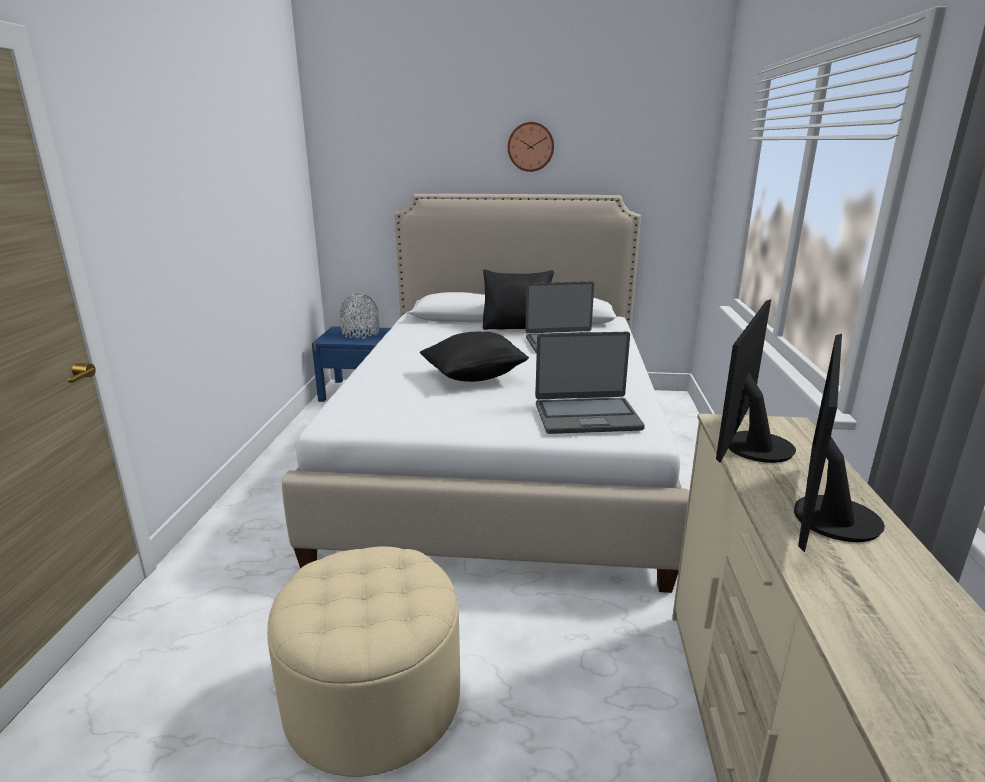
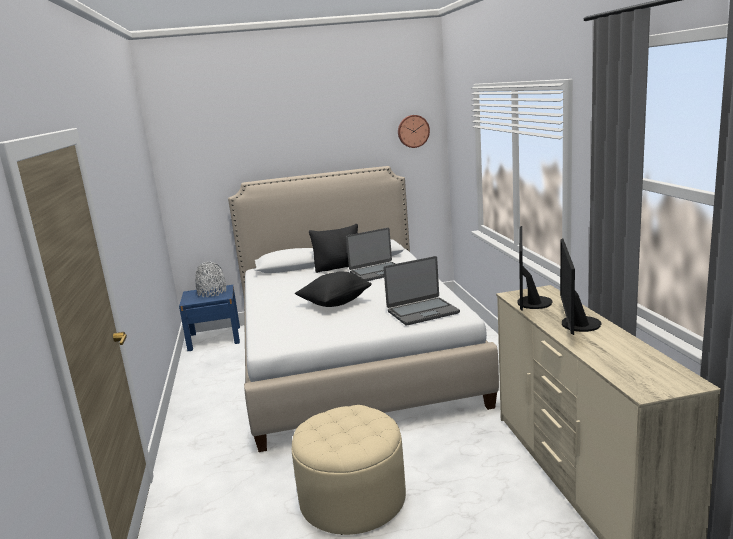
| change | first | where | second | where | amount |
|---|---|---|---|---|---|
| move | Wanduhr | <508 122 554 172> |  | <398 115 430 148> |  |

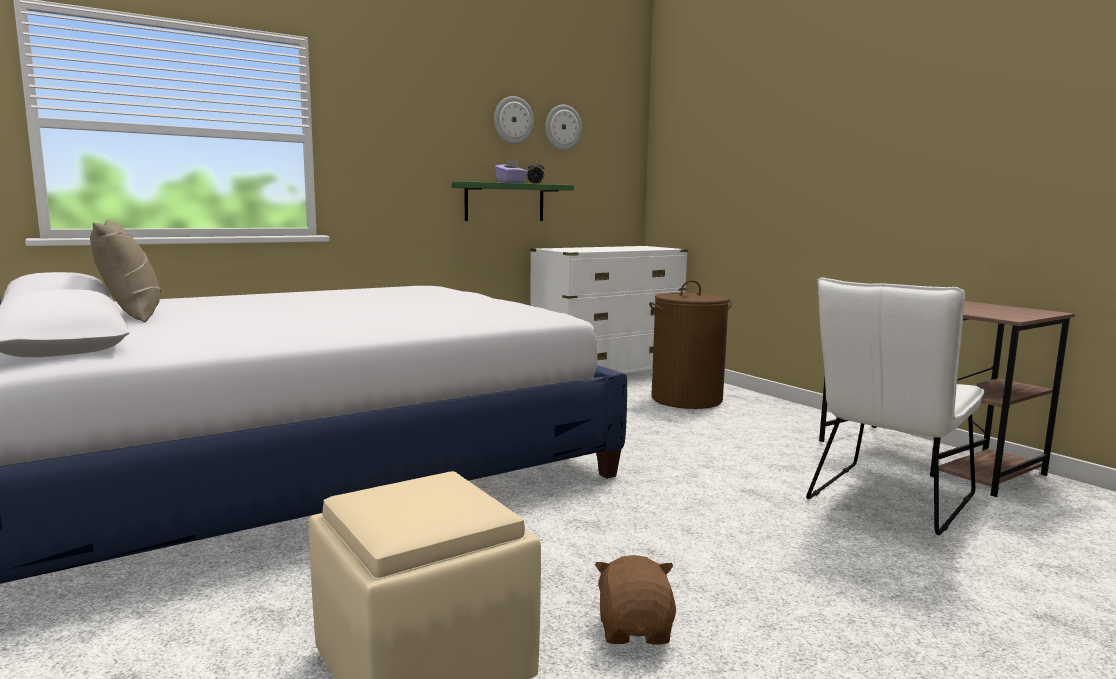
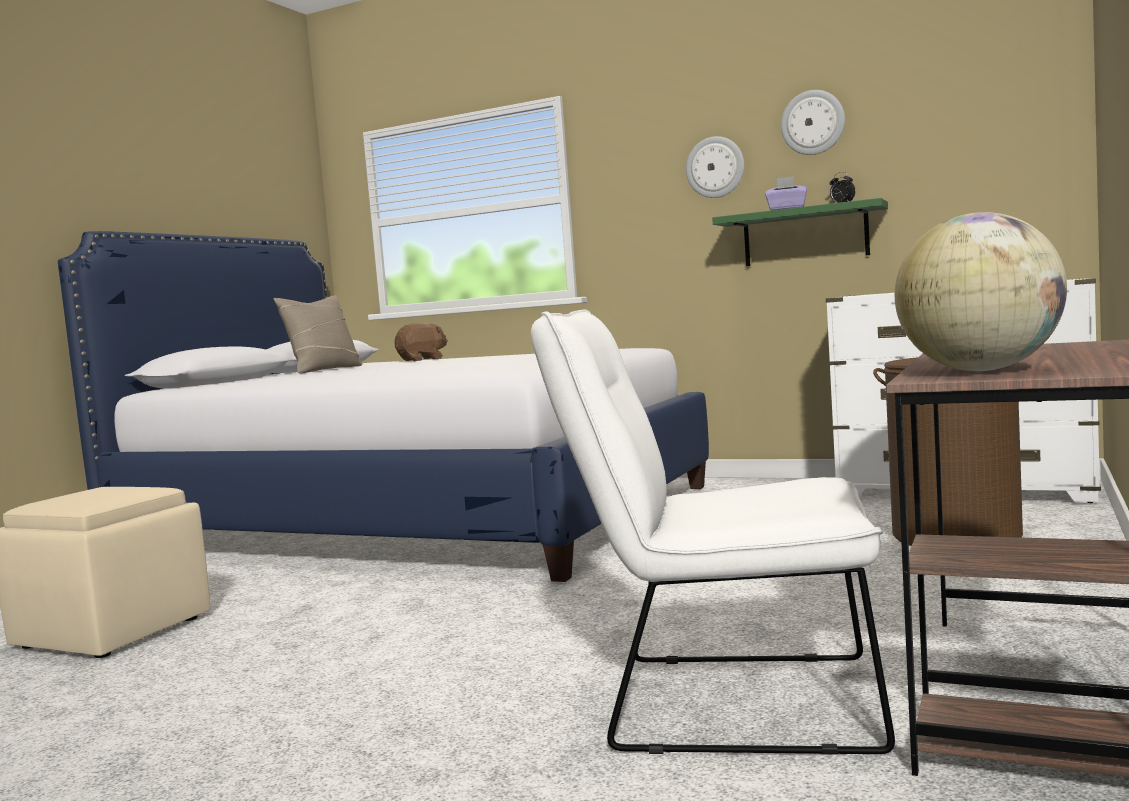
| change | first | where | second | where | amount |
|---|---|---|---|---|---|
| insert |  |  | Globus | <895 212 1067 371> |  |
| move | Wanduhr | <545 105 582 150> |  | <686 136 744 198> |  |
| move | Plüschtier/braun | <595 555 676 645> |  | <394 323 448 361> |  |

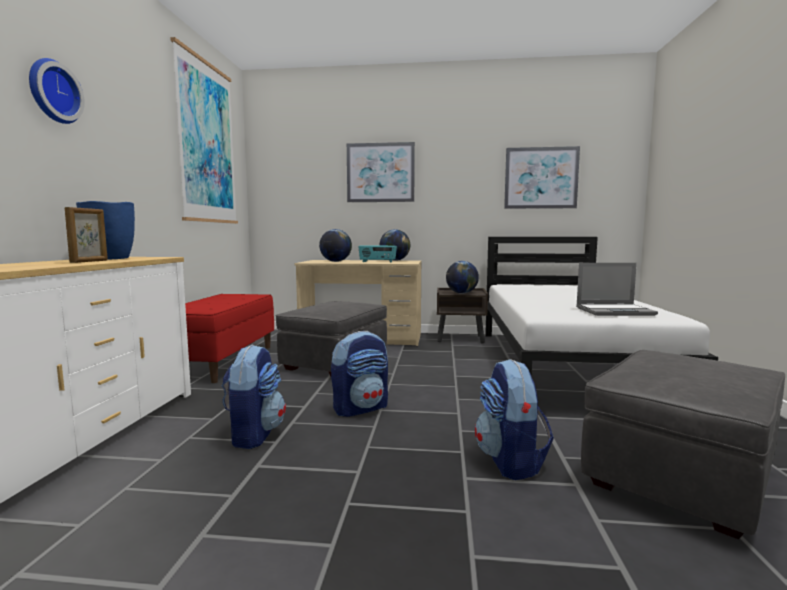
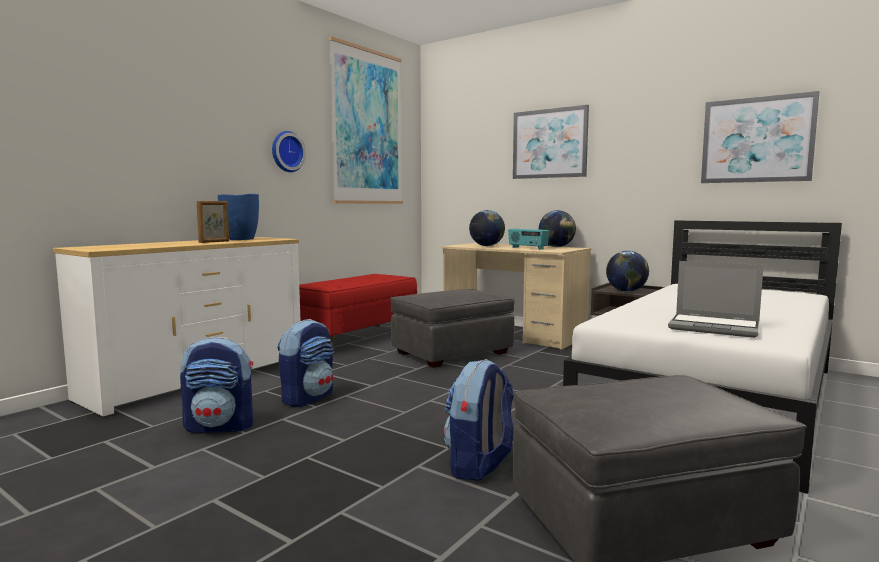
| change | first | where | second | where | amount |
|---|---|---|---|---|---|
| move | Wanduhr | <29 58 85 124> |  | <272 131 306 172> |  |
| move | Rucksack | <331 331 388 417> |  | <180 337 253 433> |  |

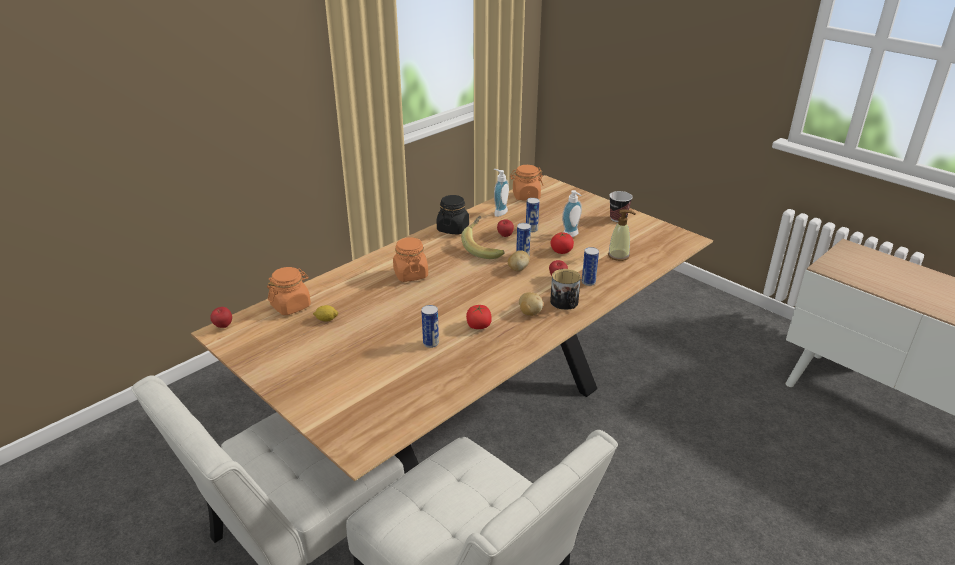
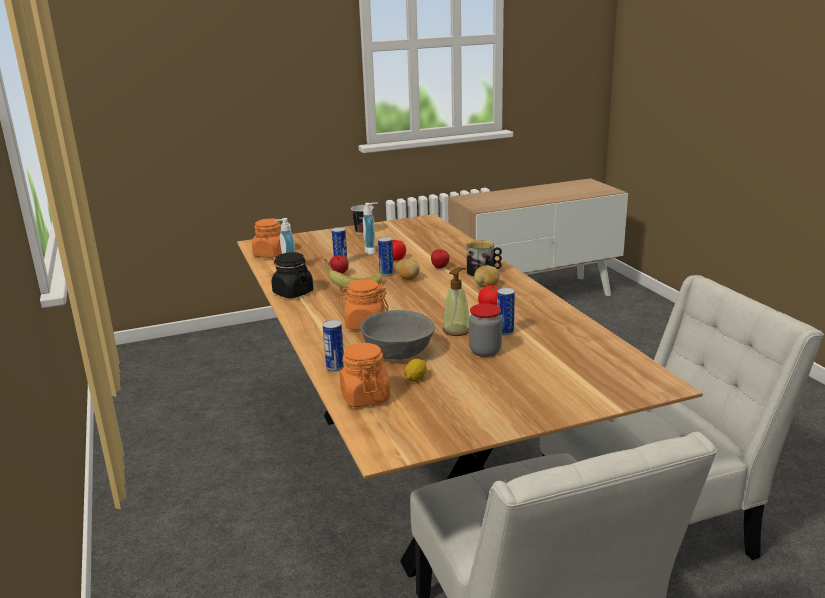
| change | first | where | second | where | amount |
|---|---|---|---|---|---|
| delete | Apfel | <210 307 232 328> |  |  |  |
| insert |  |  | Schüssel/grau | <360 310 435 359> |  |
| insert |  |  | Vorratsglas | <469 303 502 357> |  |
| move | Dose | <582 247 599 286> |  | <323 320 344 372> |  |
| move | Seifenspender | <608 209 636 261> |  | <443 267 469 336> |  |

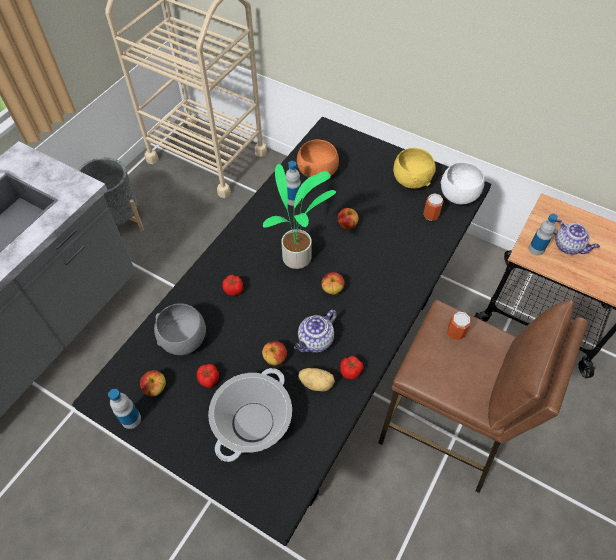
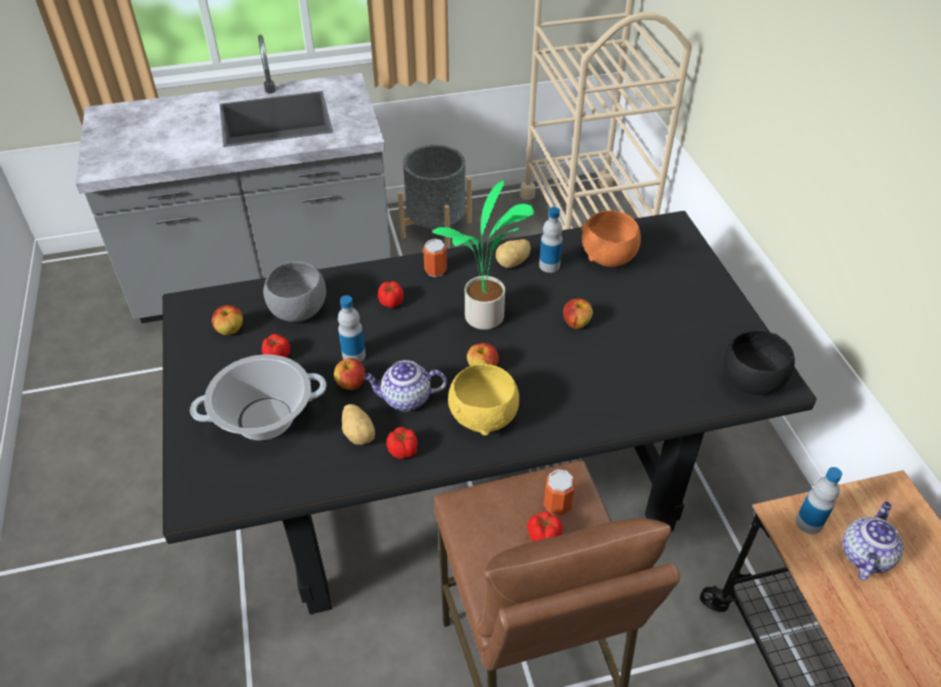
| change | first | where | second | where | amount |
|---|---|---|---|---|---|
| insert |  |  | Kartoffel | <496 239 531 268> |  |
| insert |  |  | Tomate | <527 511 562 542> |  |
| move | Flasche | <108 389 141 429> |  | <338 295 366 362> |  |
| move | Schüssel/gelb | <393 148 436 189> |  | <448 364 519 435> |  |
| move | Dose | <423 193 443 221> |  | <423 239 447 277> |  |
| recolor | Schüssel/weiß | <441 161 485 205> | Schüssel/schwarz | <723 330 795 395> |  |
| rotate | Teekanne | <553 219 600 255> |  | <842 501 903 580> | 150 degrees counterclockwise |

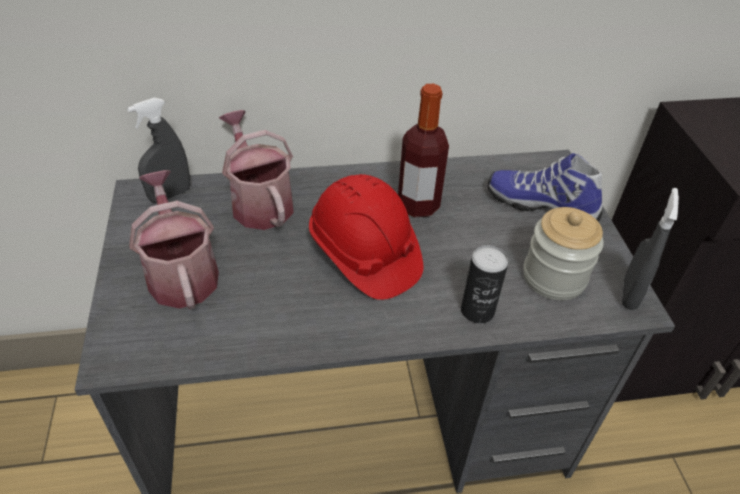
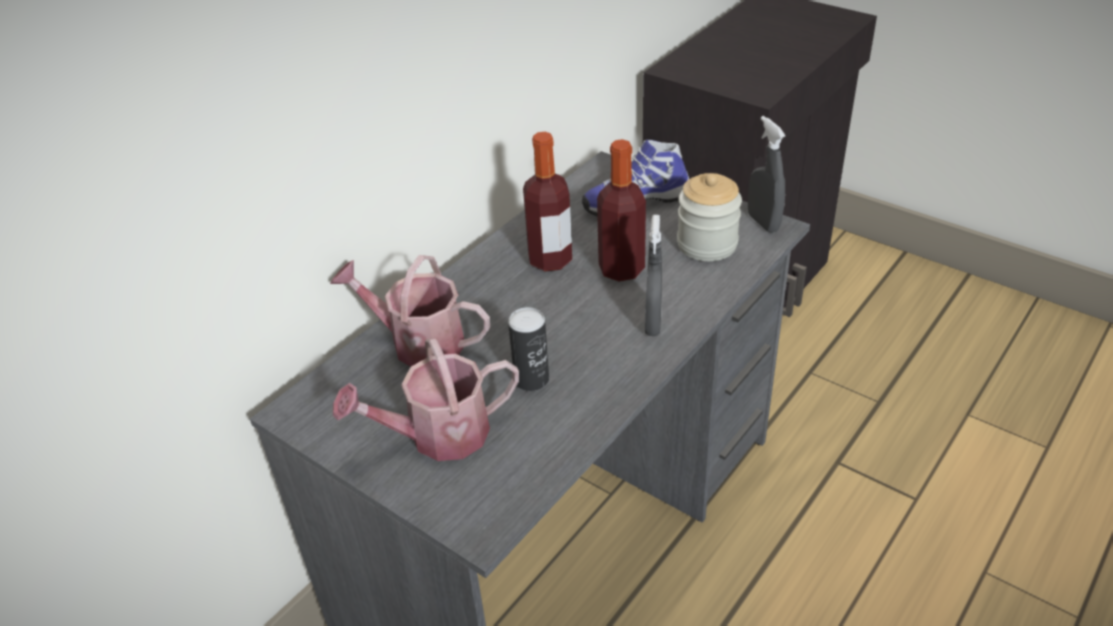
| change | first | where | second | where | amount |
|---|---|---|---|---|---|
| delete | Schutzhelm/rot | <309 174 423 300> |  |  |  |
| insert |  |  | Flasche | <597 139 646 281> |  |
| move | Sprühflasche/grau | <127 97 190 203> |  | <645 215 662 336> |  |
| move | Dose | <461 245 509 324> |  | <508 307 549 391> |  |
| rotate | Gießkanne | <129 170 219 310> |  | <333 338 519 461> | 45 degrees counterclockwise |

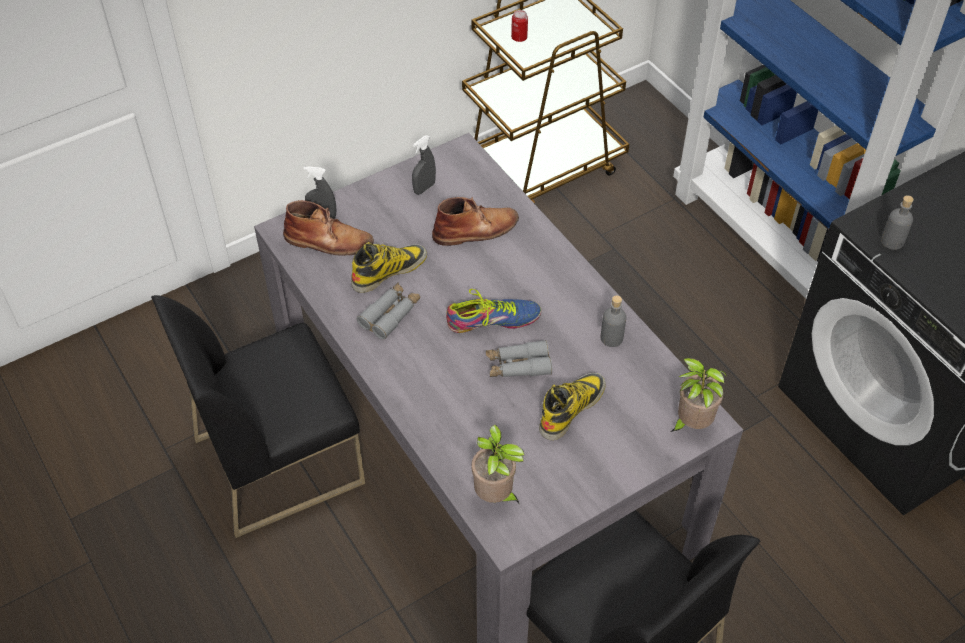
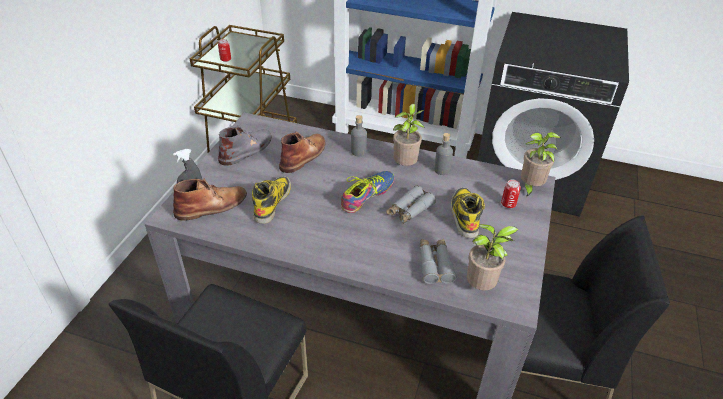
| change | first | where | second | where | amount |
|---|---|---|---|---|---|
| insert |  |  | Topfpflanze | <393 104 424 166> |  |
| insert |  |  | Dose | <501 180 521 208> |  |
| move | Fernglas/grau | <357 282 420 339> |  | <420 239 456 284> |  |
| move | Flasche/grau | <881 195 914 250> |  | <351 115 367 156> |  |
| replace | Sprühflasche/grau | <412 135 436 195> | Stiefel/grau | <218 125 272 166> |  |

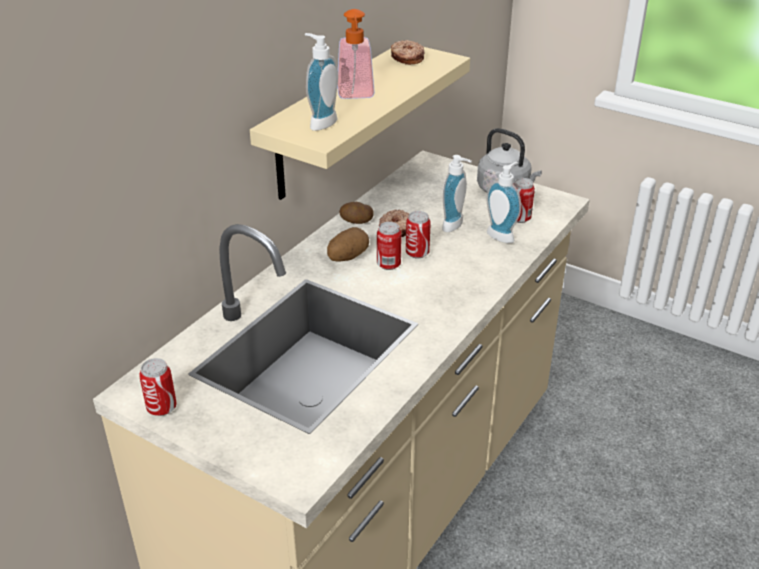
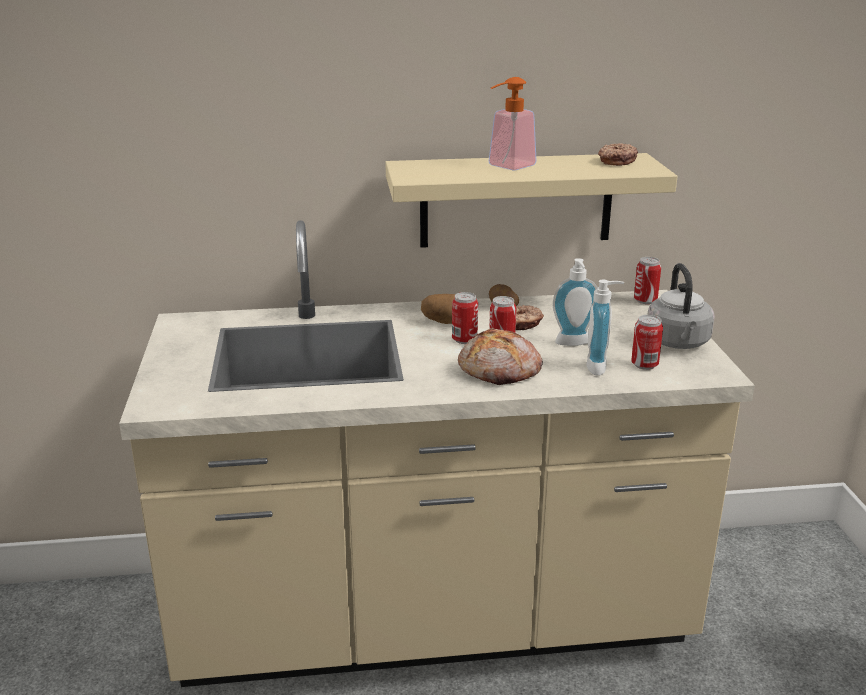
| change | first | where | second | where | amount |
|---|---|---|---|---|---|
| delete | Seifenspender | <305 33 338 131> |  |  |  |
| insert |  |  | Brot | <458 328 543 385> |  |
| move | Dose | <139 358 177 416> |  | <634 257 661 304> |  |

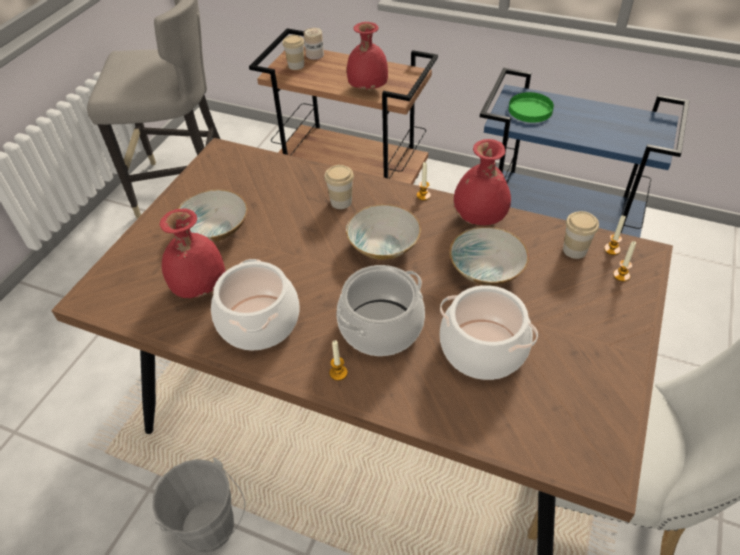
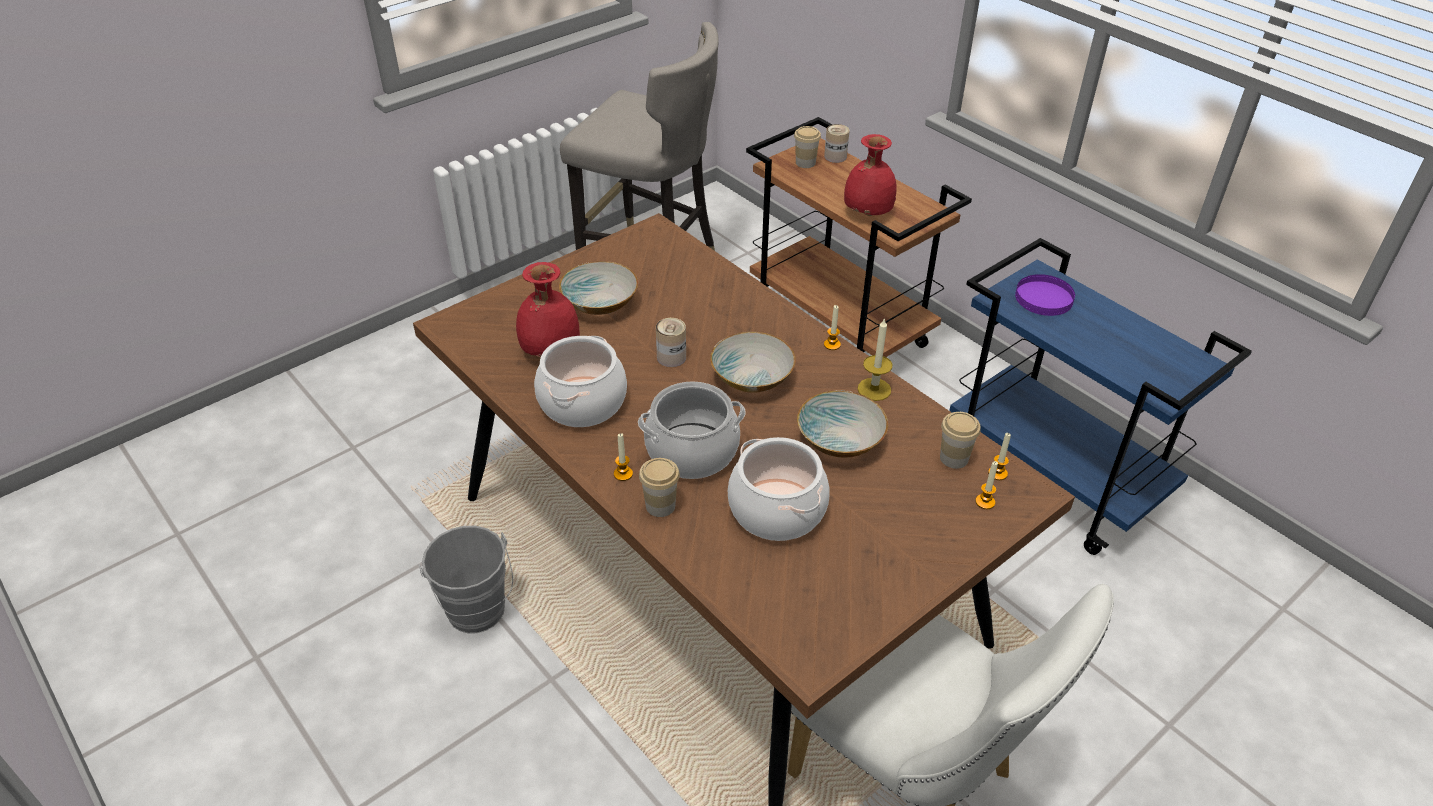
| change | first | where | second | where | amount |
|---|---|---|---|---|---|
| insert |  |  | Dose | <656 318 686 367> |  |
| move | Tasse | <324 165 354 209> |  | <639 458 680 517> |  |
| replace | Vase/rot | <453 139 511 225> | Kerze | <858 319 893 401> |  |
| recolor | Teller/grün | <509 92 554 123> | Teller/lila | <1015 274 1075 316> |  |

